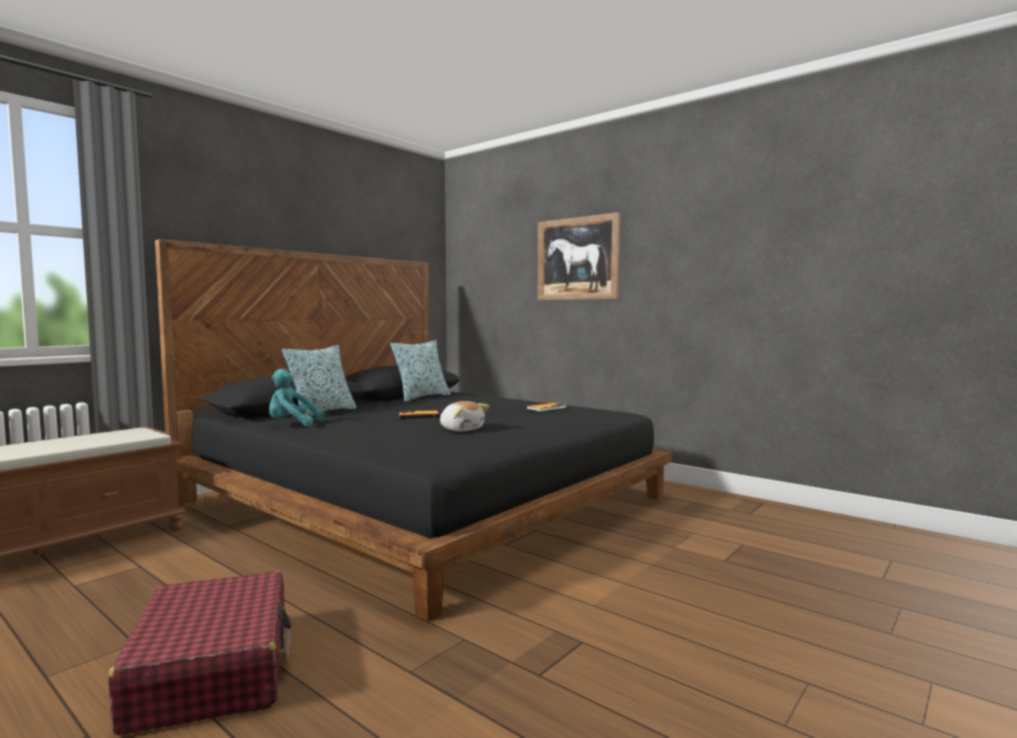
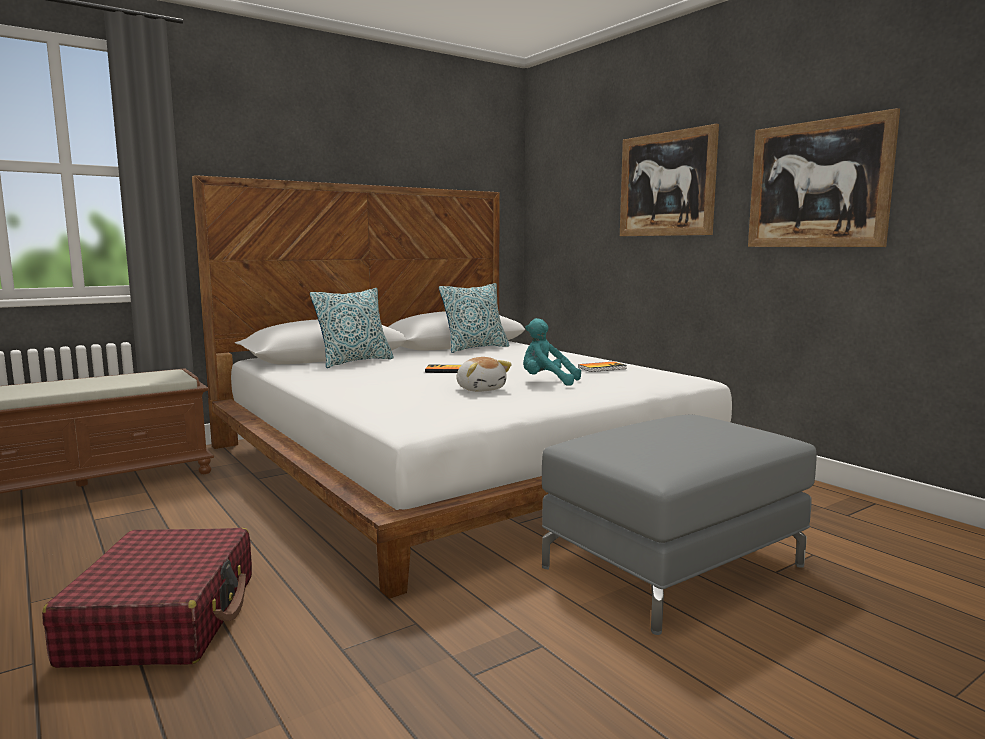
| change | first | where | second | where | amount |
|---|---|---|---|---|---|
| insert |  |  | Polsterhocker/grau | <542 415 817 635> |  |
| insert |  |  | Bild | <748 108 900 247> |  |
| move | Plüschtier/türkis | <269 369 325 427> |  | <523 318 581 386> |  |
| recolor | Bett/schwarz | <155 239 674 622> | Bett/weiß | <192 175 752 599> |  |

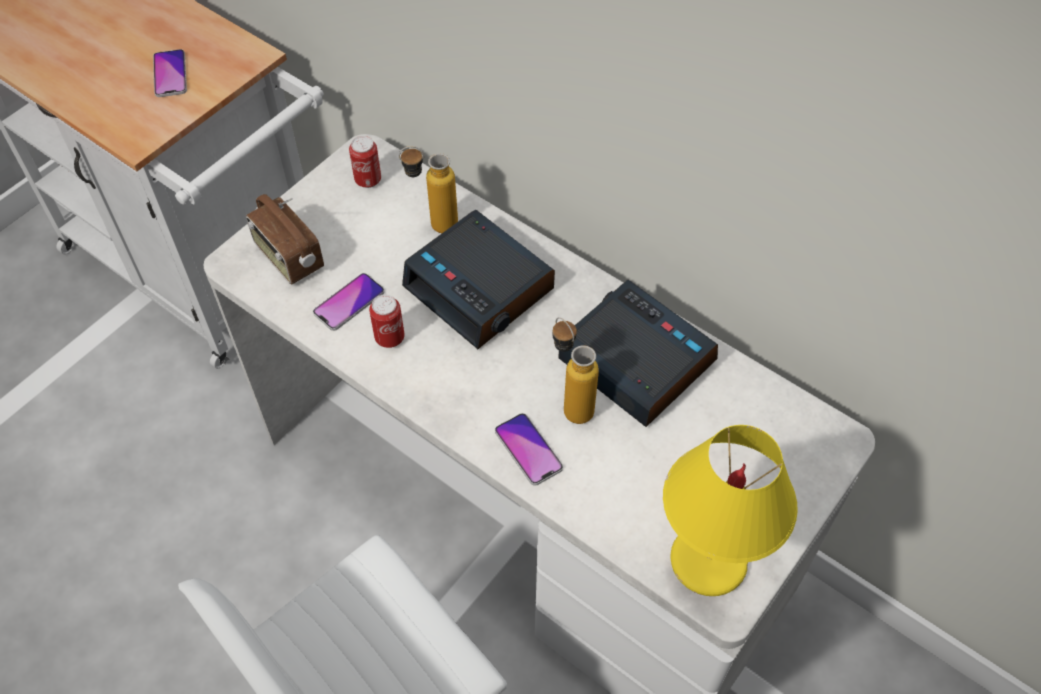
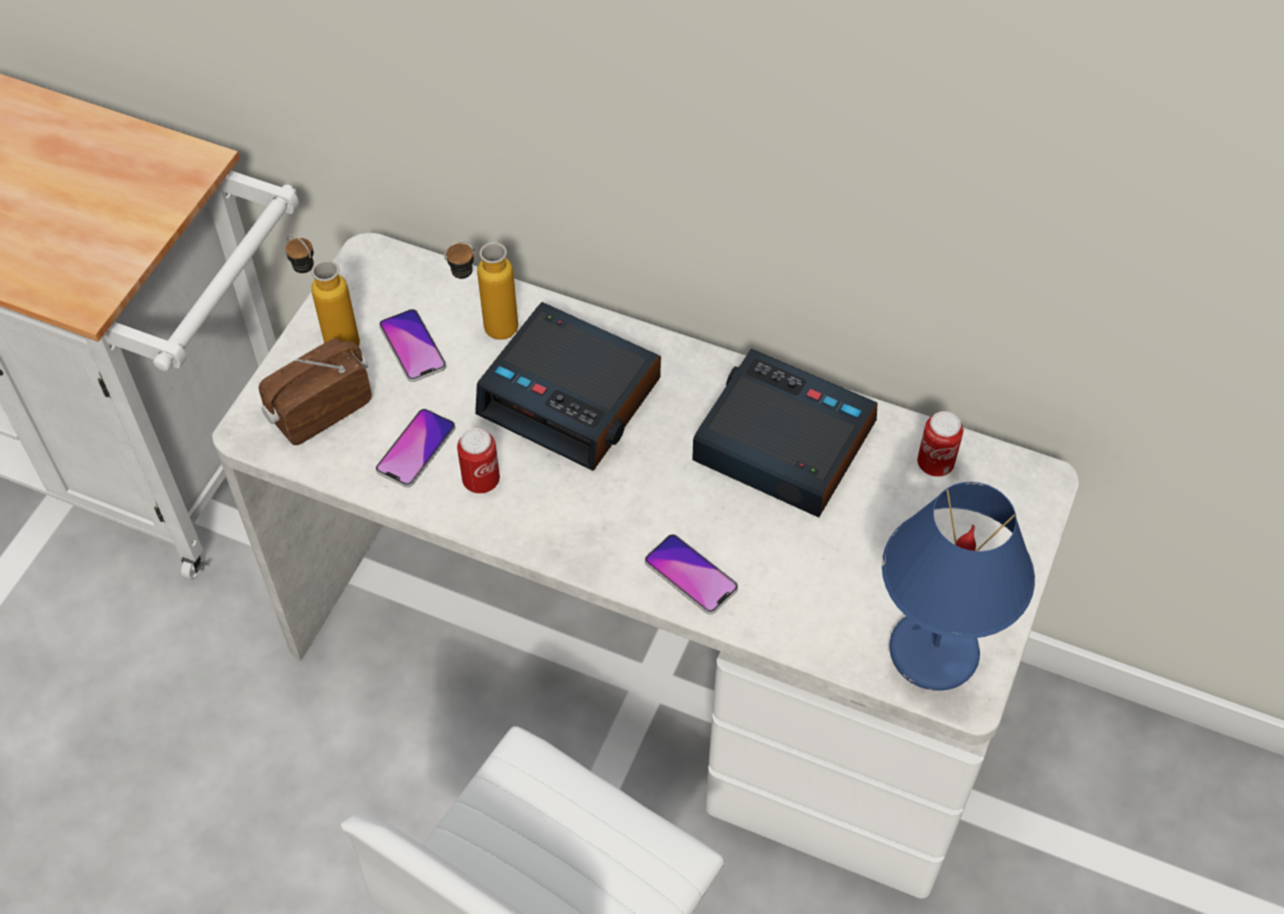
| change | first | where | second | where | amount |
|---|---|---|---|---|---|
| move | Handy | <153 49 187 97> |  | <379 309 446 382> |  |
| move | Dose | <349 136 381 188> |  | <917 411 963 477> |  |
| move | Flasche | <552 317 599 424> |  | <285 234 360 353> |  |
| recolor | Tischlampe/gelb | <663 425 798 596> | Tischlampe/blau | <882 482 1035 691> |  |
| rotate | Radio | <246 194 324 284> |  | <258 338 372 445> | 105 degrees clockwise |

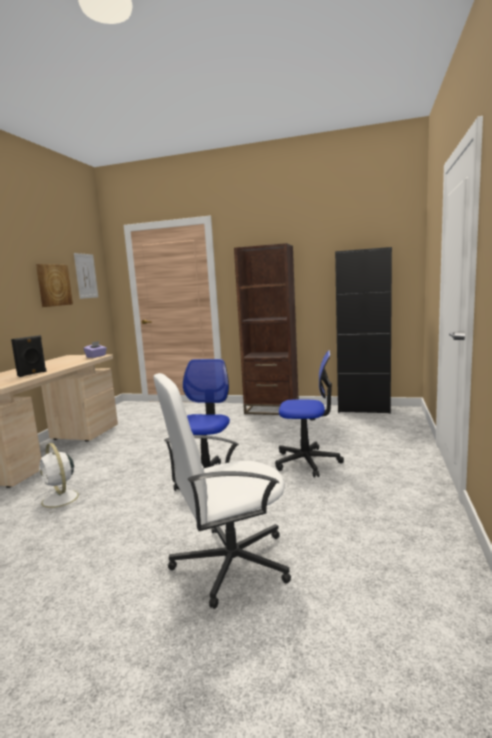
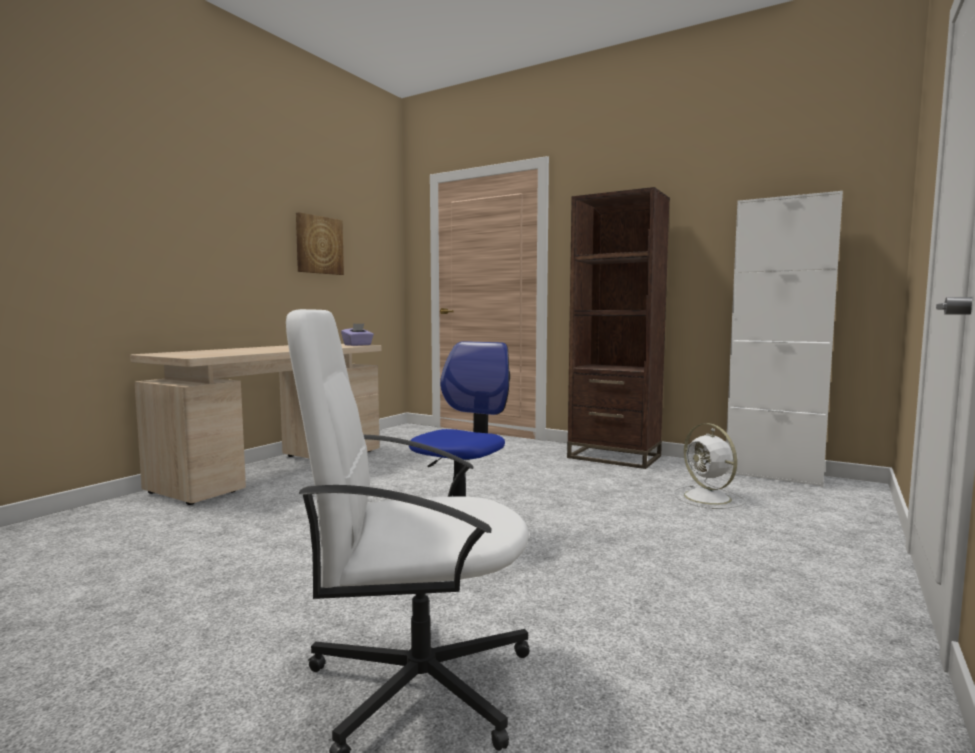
| change | first | where | second | where | amount |
|---|---|---|---|---|---|
| delete | Lautsprecher/schwarz | <11 335 47 377> |  |  |  |
| delete | Bild | <74 253 98 299> |  |  |  |
| delete | Bürostuhl | <275 350 344 478> |  |  |  |
| move | Ventilator/weiß | <33 443 89 513> |  | <673 423 746 509> |  |
| recolor | Schrank/schwarz | <335 247 392 414> | Schrank/weiß | <725 191 843 487> |  |

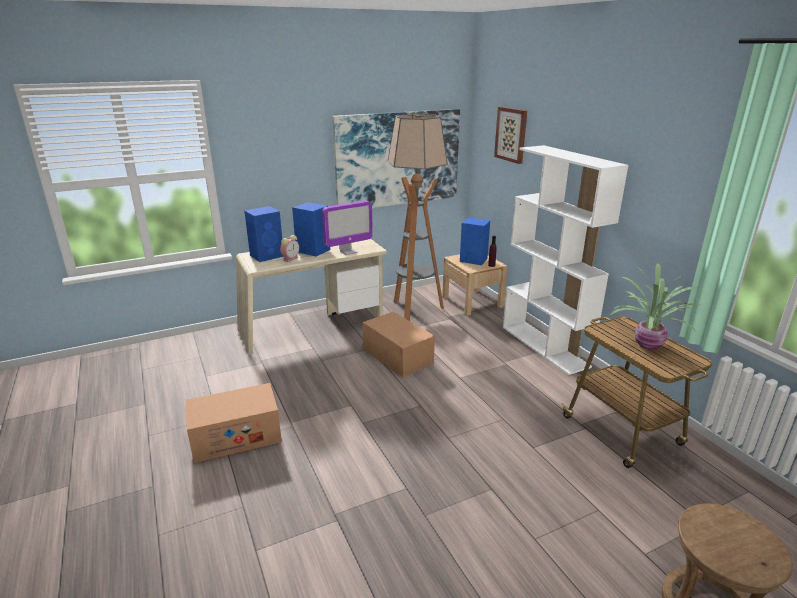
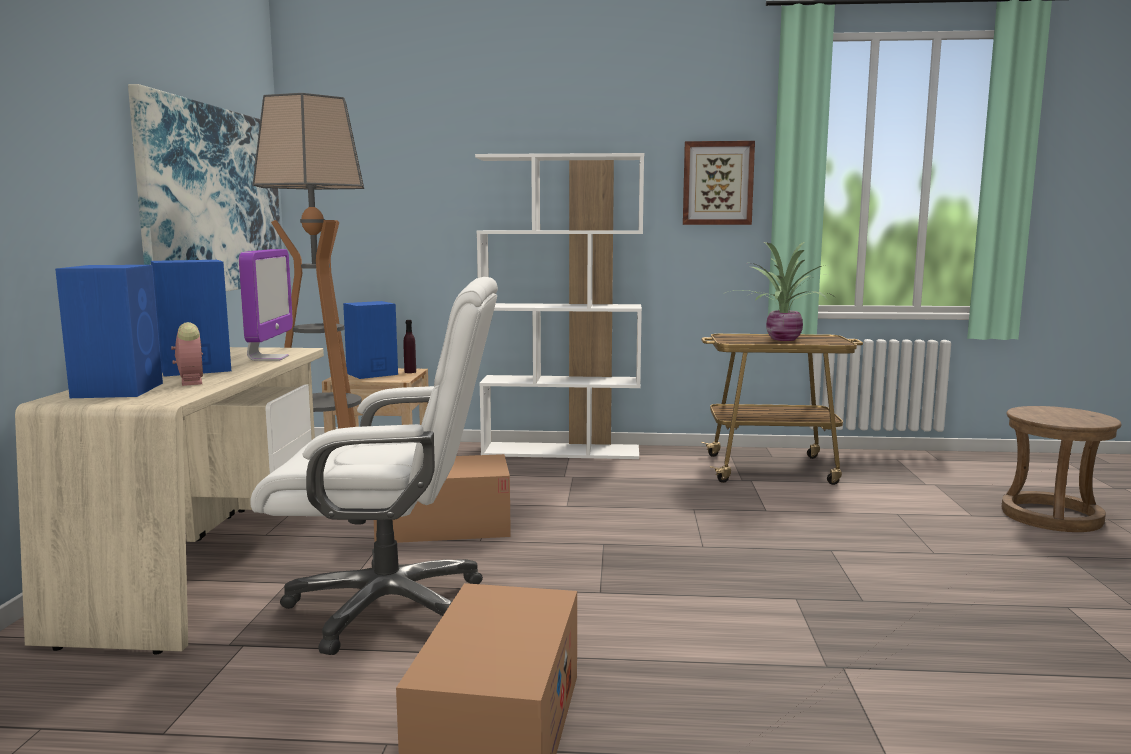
| change | first | where | second | where | amount |
|---|---|---|---|---|---|
| insert |  |  | Bürostuhl/weiß | <250 277 498 655> |  |
| move | Bild | <494 107 527 164> |  | <683 141 755 225> |  |

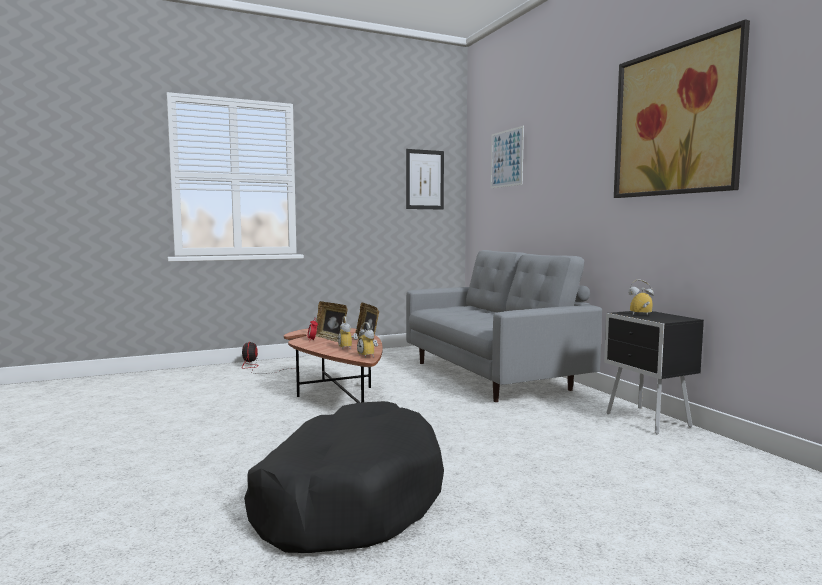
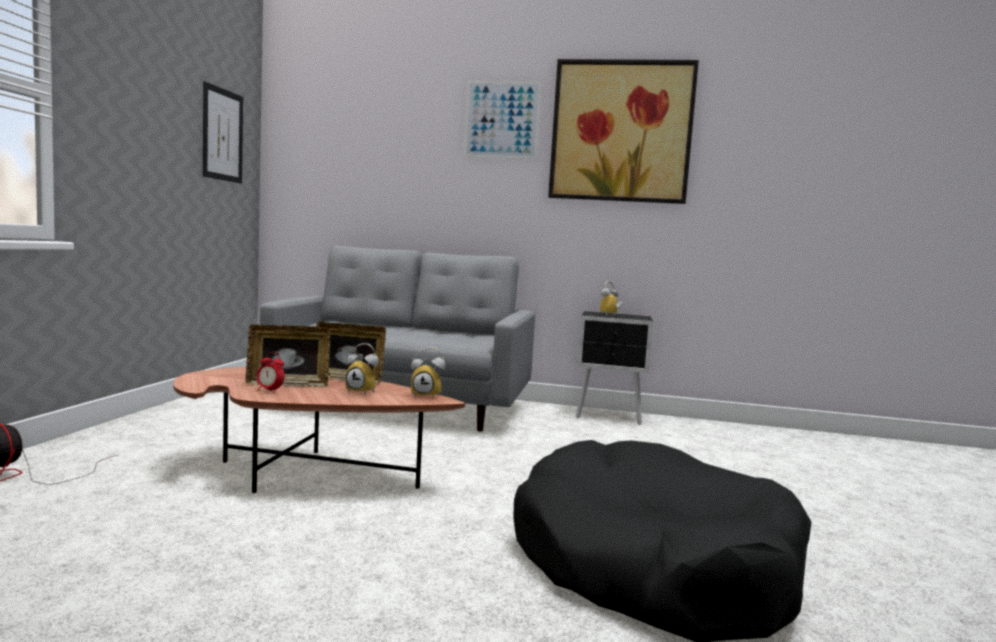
| change | first | where | second | where | amount |
|---|---|---|---|---|---|
| move | Bild | <491 126 524 188> |  | <464 81 542 159> |  |

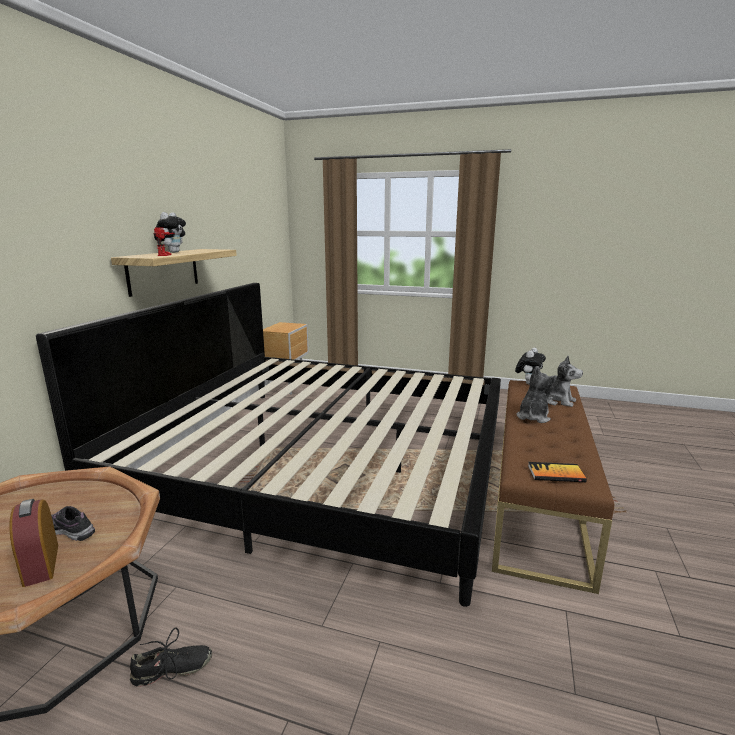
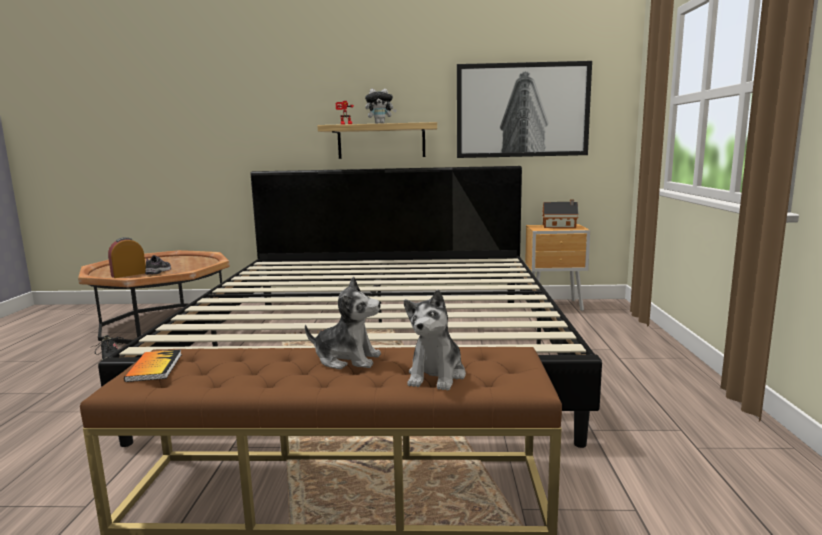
| change | first | where | second | where | amount |
|---|---|---|---|---|---|
| delete | Plüschtier | <515 348 546 385> |  |  |  |
| insert |  |  | Bild | <457 61 592 158> |  |
| insert |  |  | Spielzeughaus | <542 199 579 228> |  |

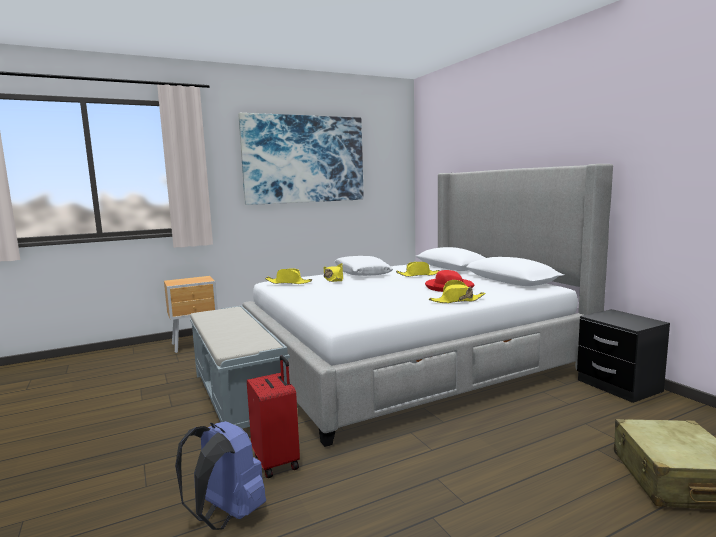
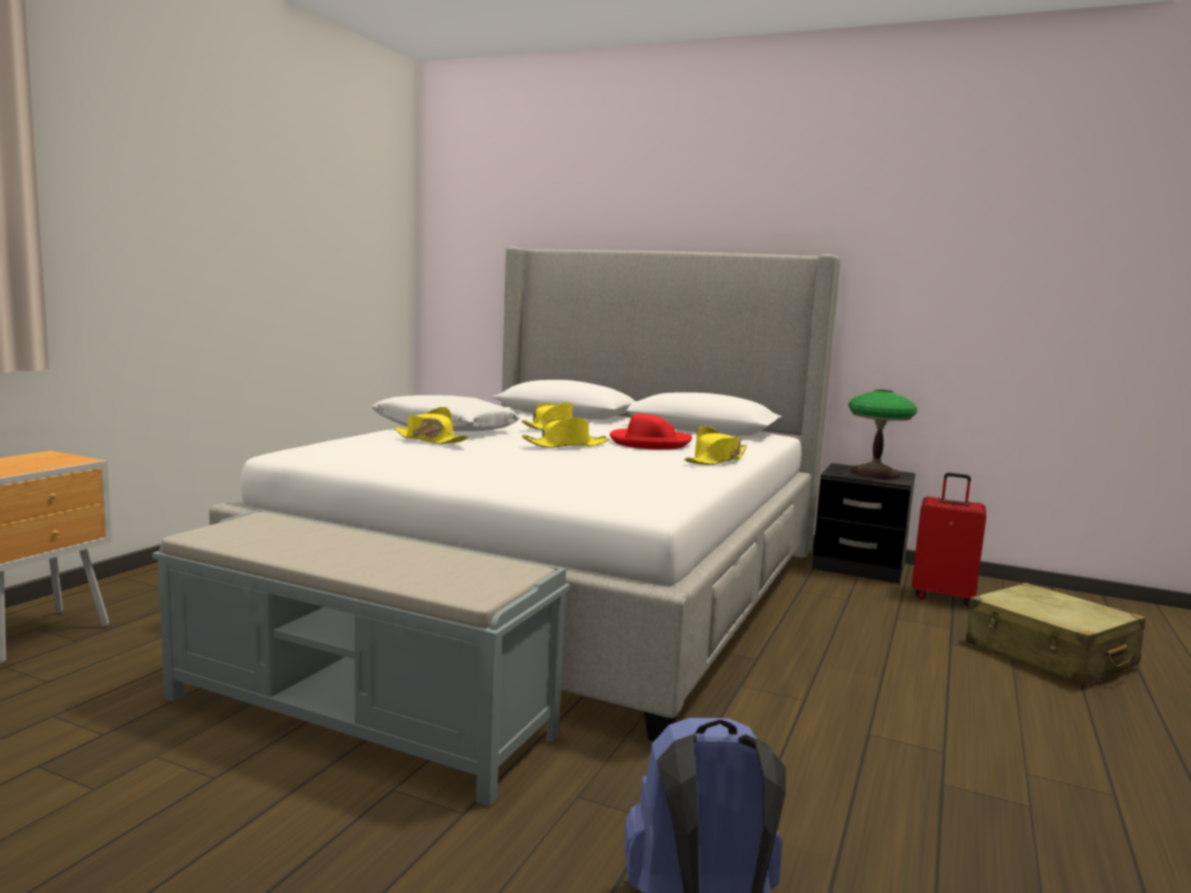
| change | first | where | second | where | amount |
|---|---|---|---|---|---|
| delete | Bild | <238 113 364 205> |  |  |  |
| insert |  |  | Tischlampe | <848 390 917 479> |  |
| move | Koffer/rot | <247 355 300 478> |  | <912 473 986 607> |  |
| move | Hut/gelb | <265 268 312 284> |  | <522 417 609 448> |  |

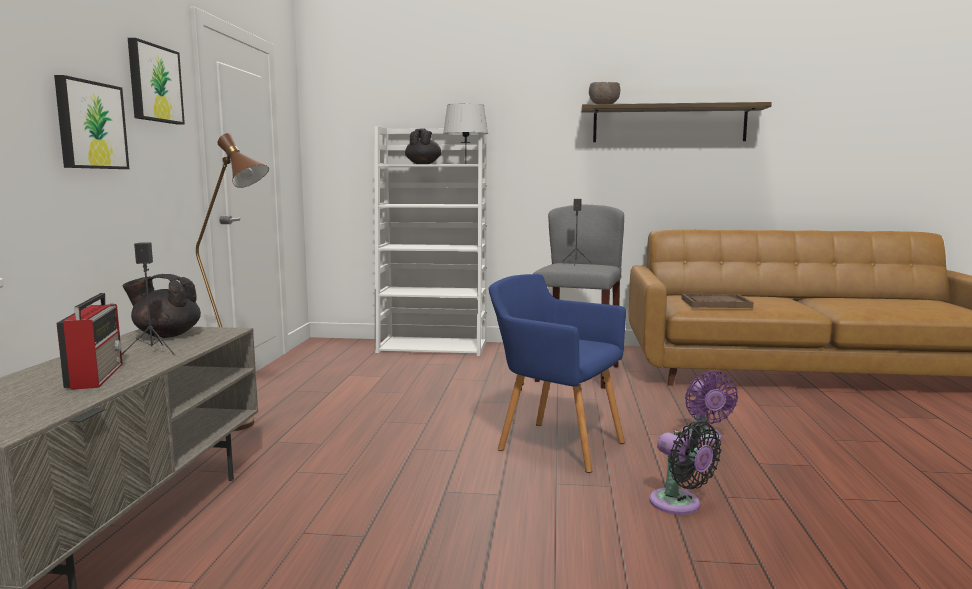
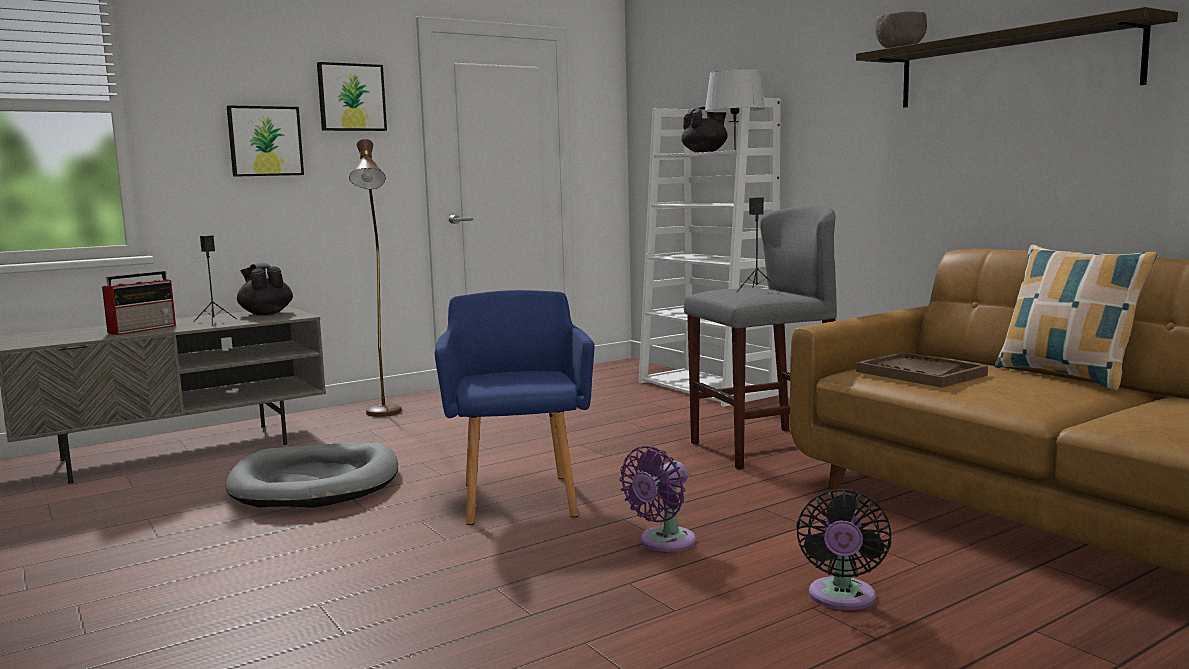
| change | first | where | second | where | amount |
|---|---|---|---|---|---|
| insert |  |  | Hundebett/grau | <225 443 398 508> |  |
| insert |  |  | Kissen | <995 245 1158 390> |  |
| move | Ventilator/schwarz | <649 421 721 515> |  | <796 489 892 610> |  |

